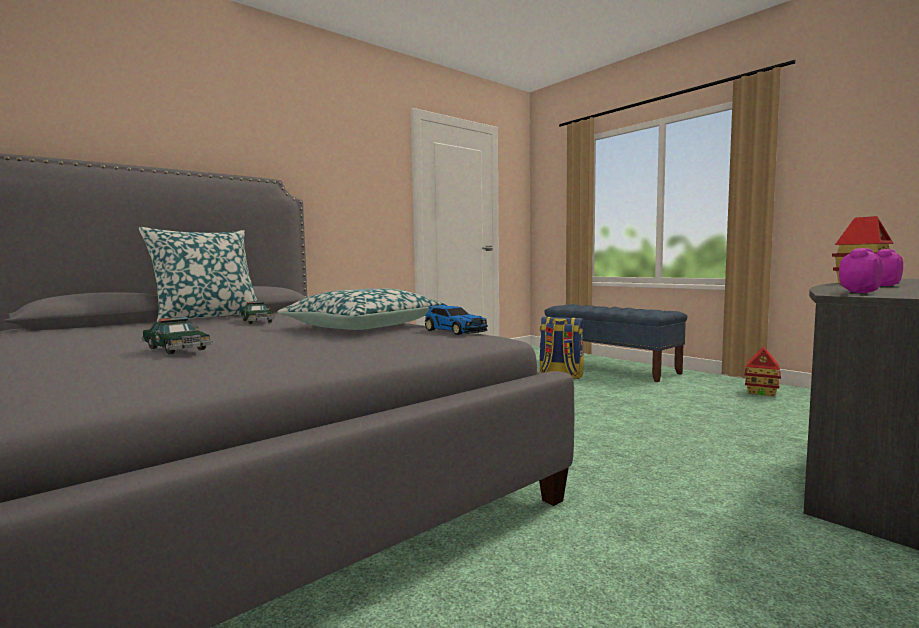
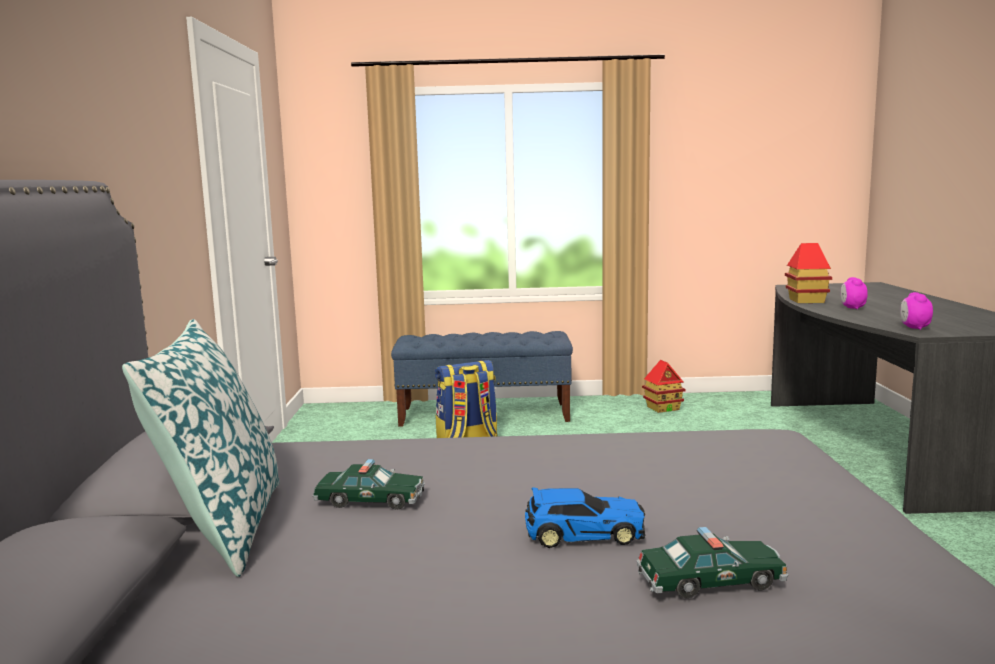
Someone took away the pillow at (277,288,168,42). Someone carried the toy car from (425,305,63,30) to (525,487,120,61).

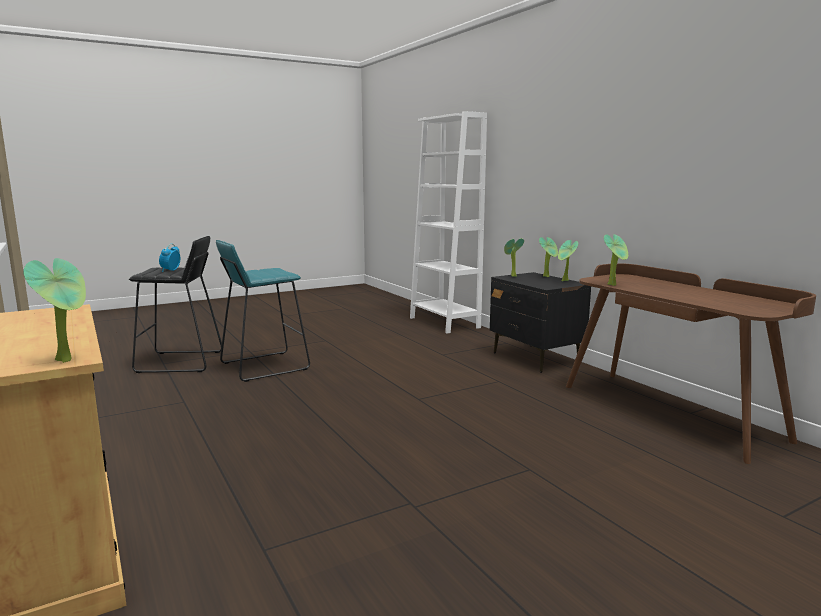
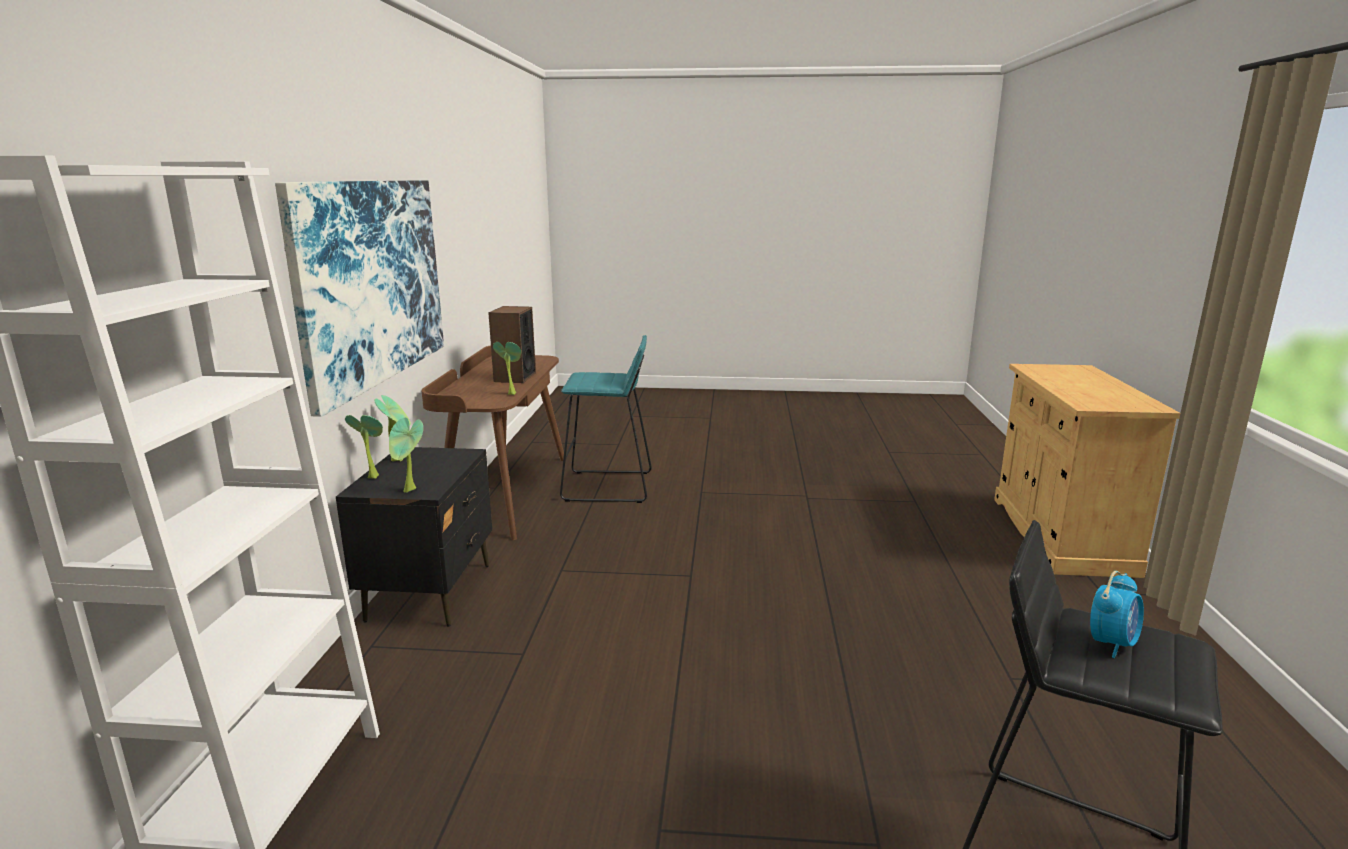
Someone carried the turquoise stool from (216,240,94,142) to (560,335,92,168). Someone took away the potted plant at (24,258,62,105). Someone put up the picture at (275,180,169,237). Someone put down the speaker at (488,306,48,77).

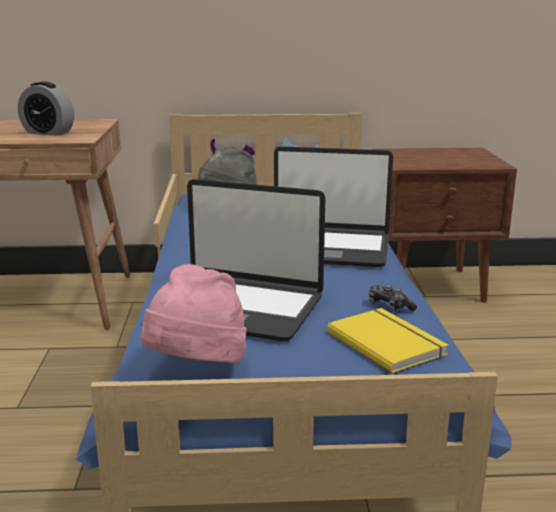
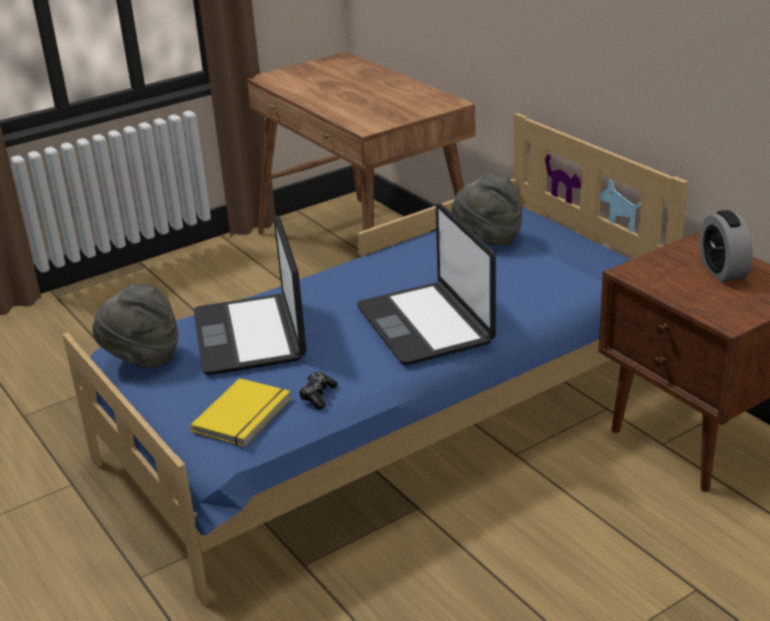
Someone carried the alarm clock from (18,81,56,55) to (699,210,54,72). Someone repainted the pink hat at (141,264,106,100), which became the grey hat at (93,284,86,84).

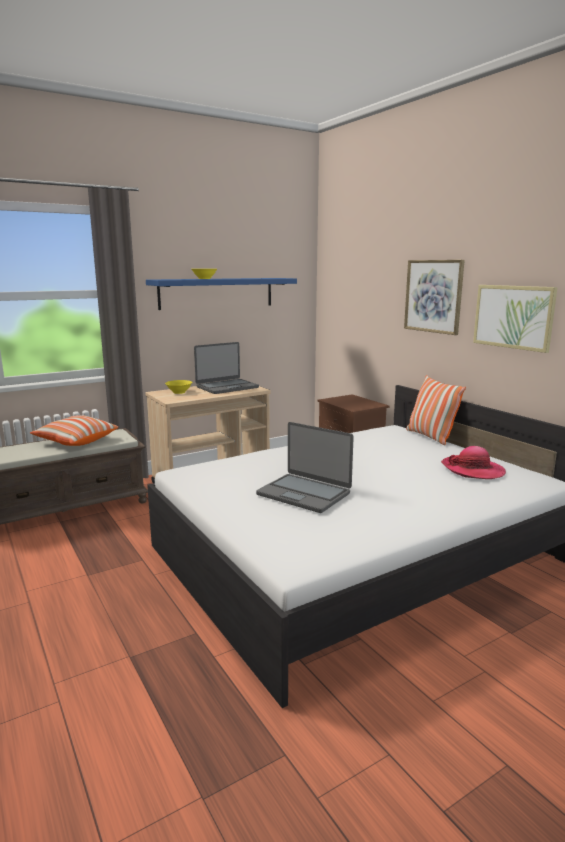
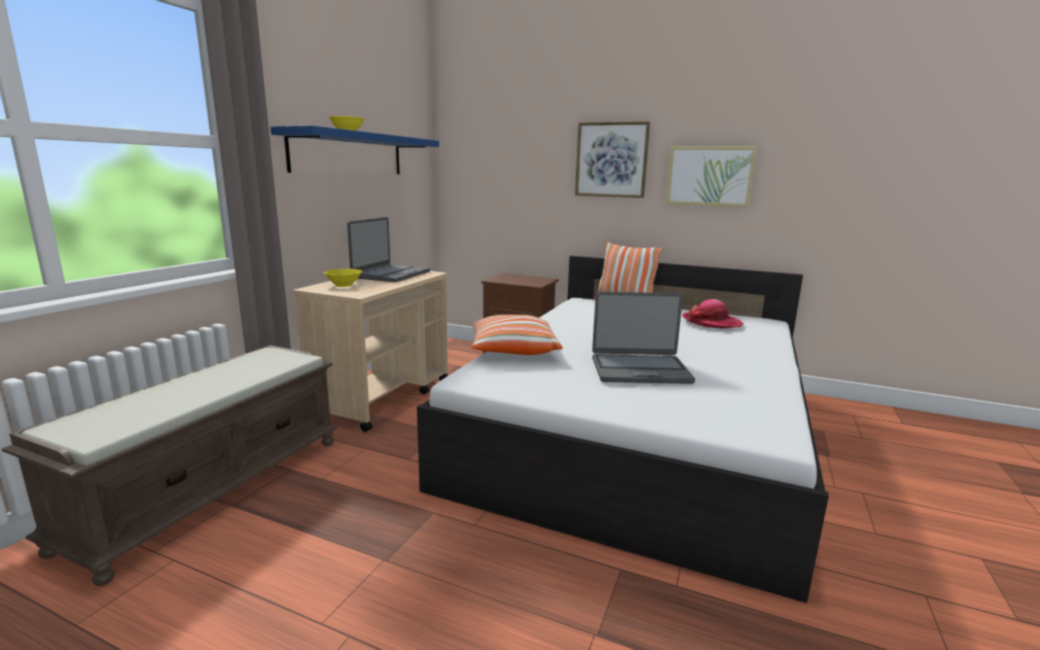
Someone carried the pillow from (30,415,88,31) to (471,315,92,40).

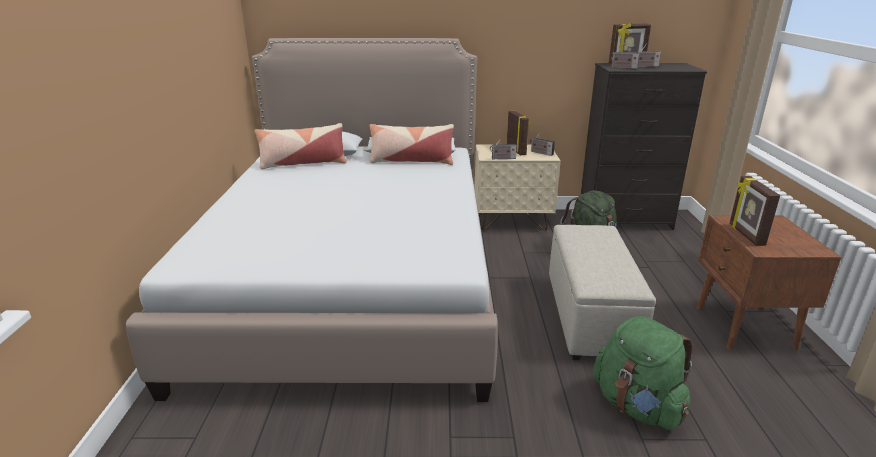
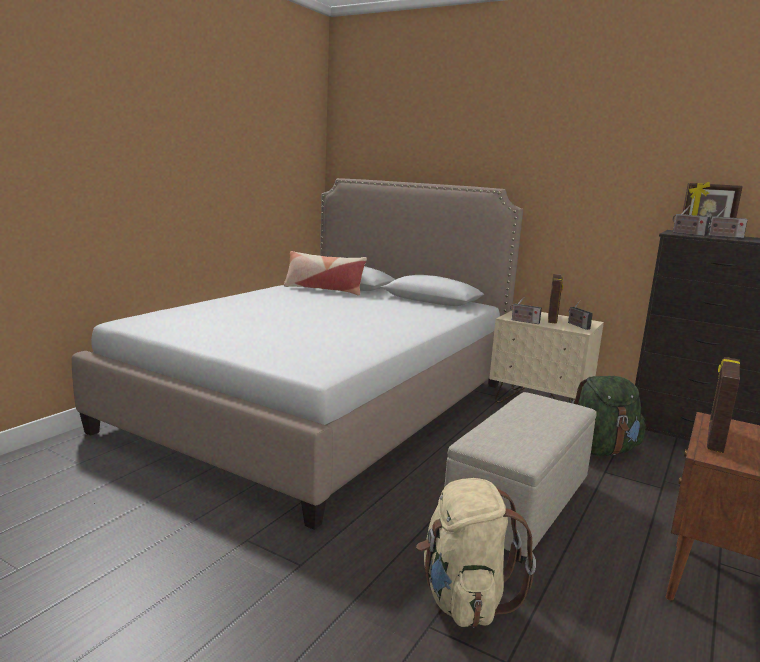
Someone took away the pillow at (369,124,85,41). Someone repainted the green backpack at (593,316,99,114), which became the beige backpack at (416,478,120,149).

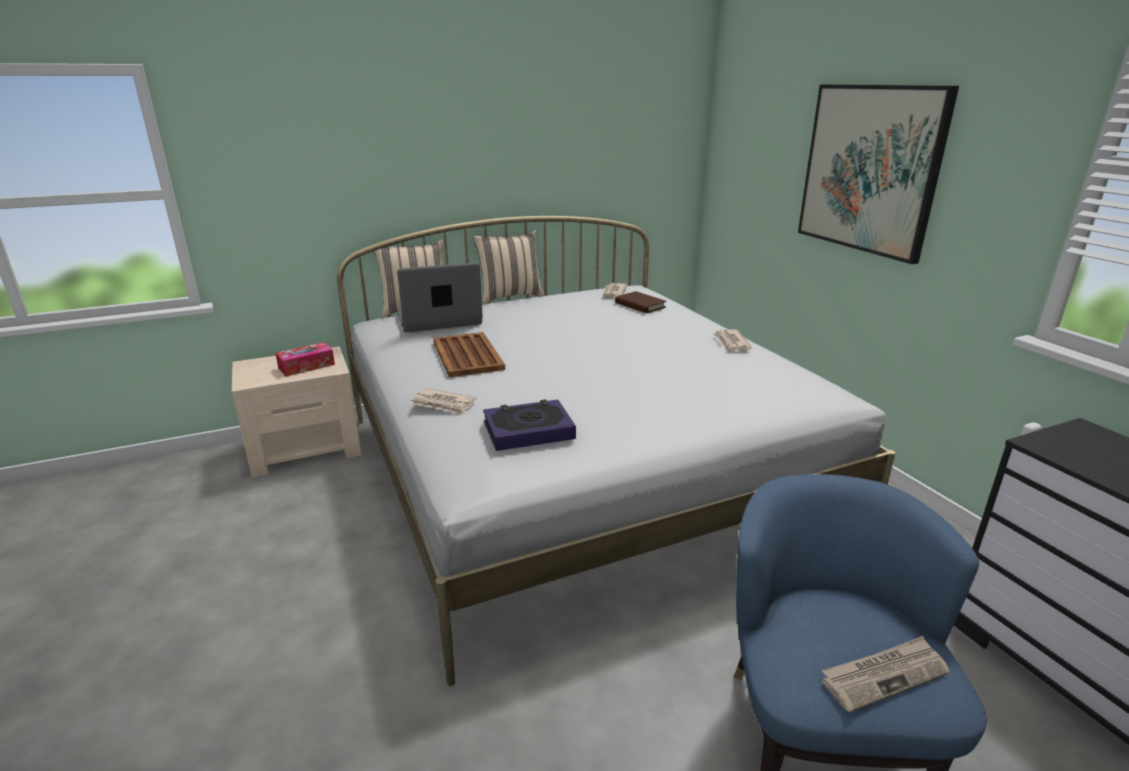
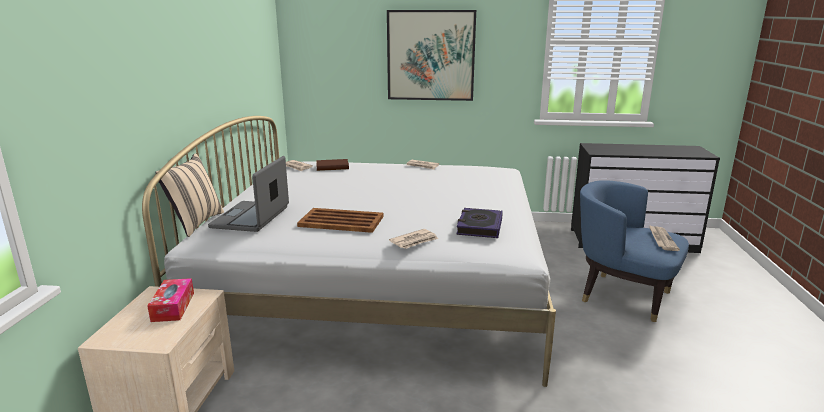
Someone took away the beige pillow at (473,230,72,74).

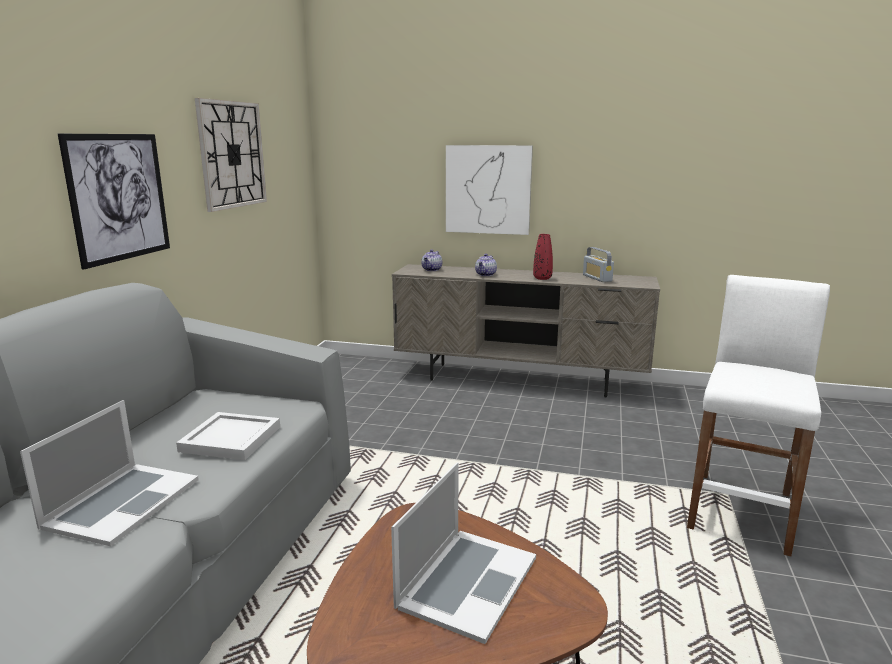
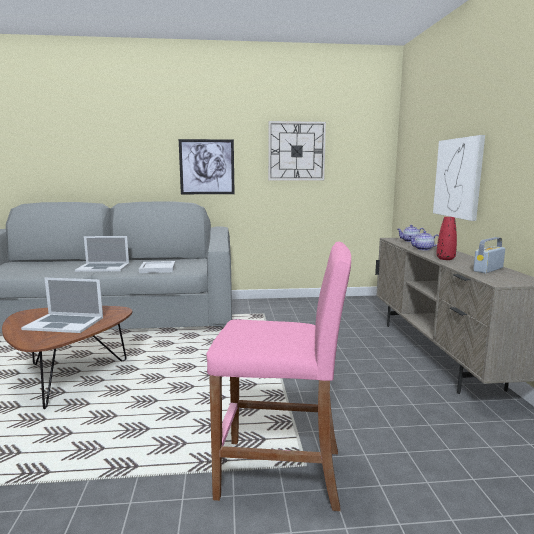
Someone repainted the white stool at (687,275,143,282), which became the pink stool at (207,242,144,269).

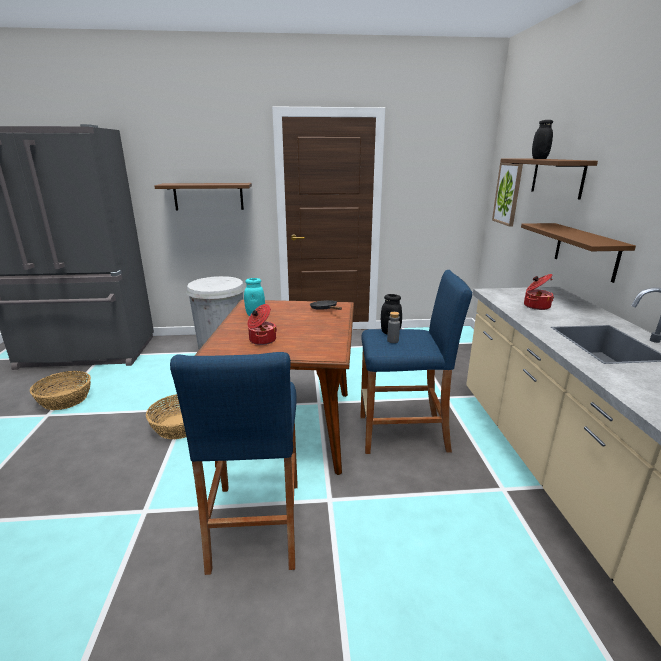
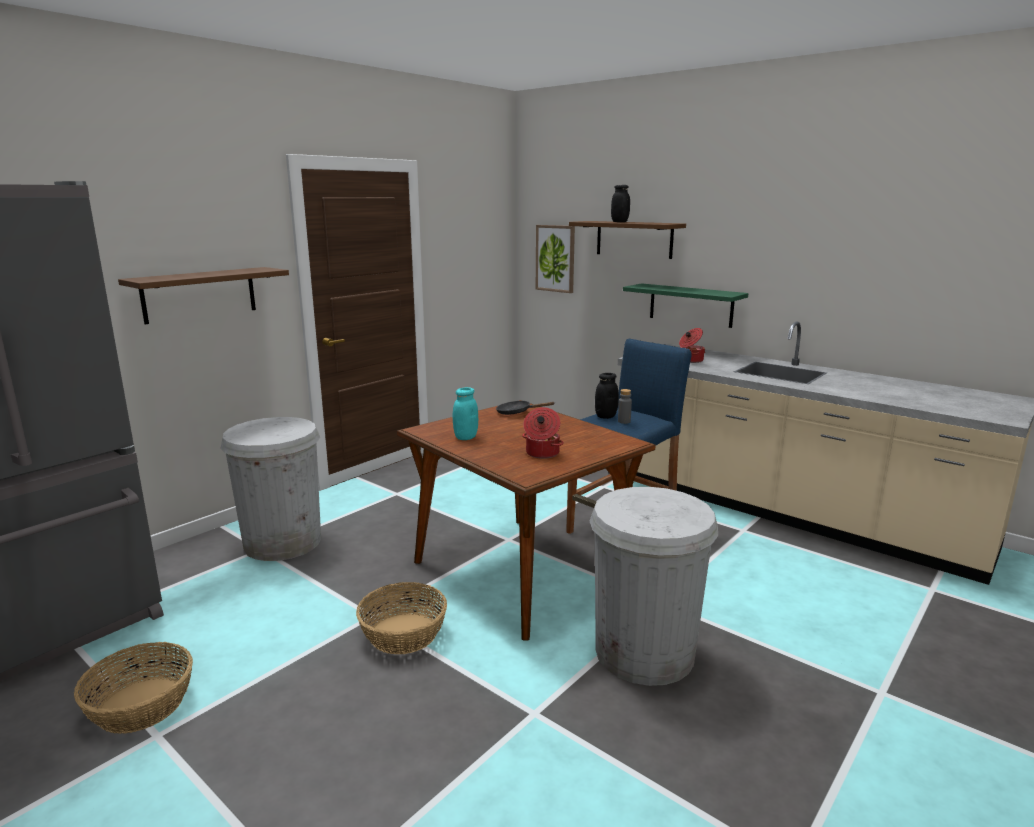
Someone repainted the brown shelf at (521,223,115,60), which became the green shelf at (623,284,126,44). Someone swapped the blue stool at (170,352,128,223) for the white trash can at (590,487,128,199).

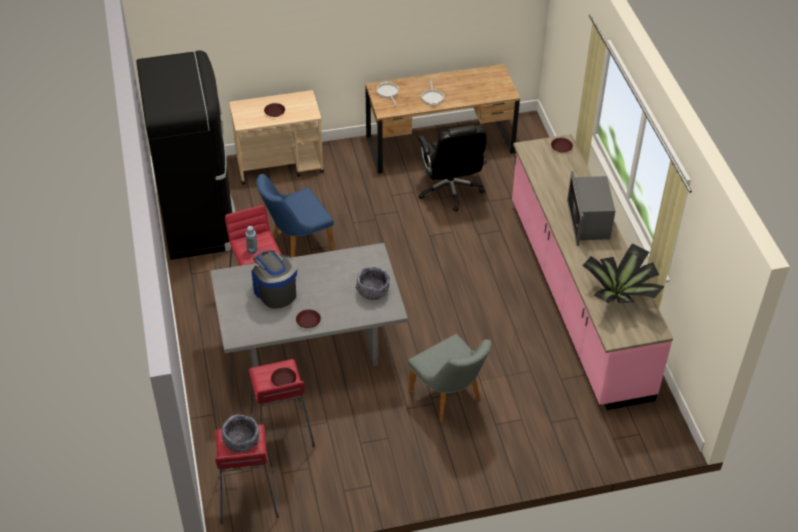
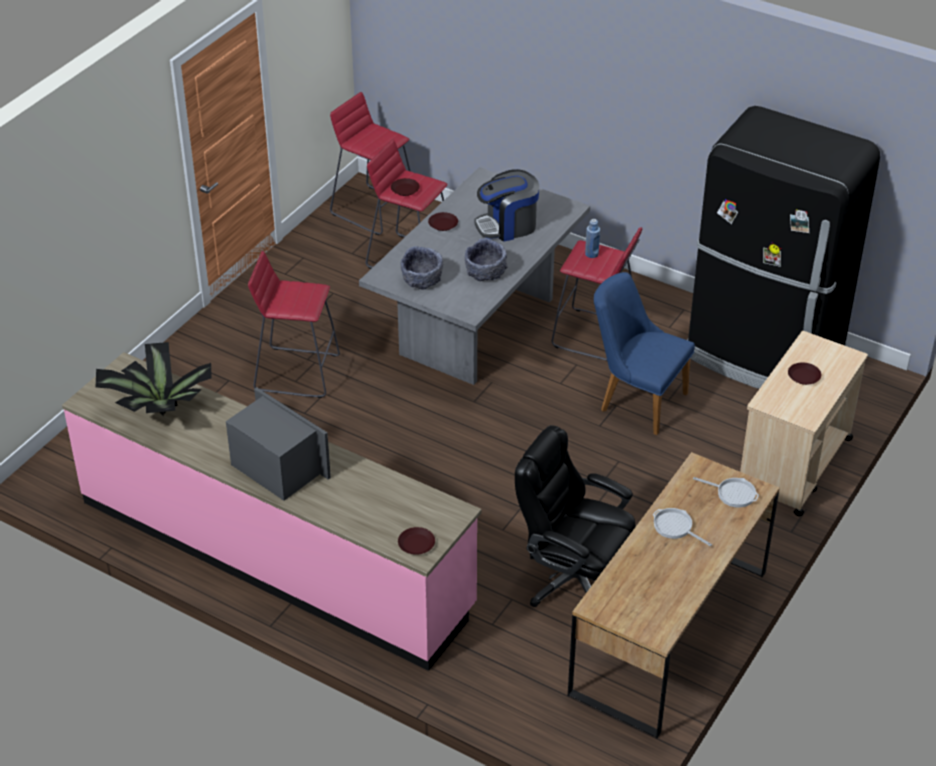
Someone rotated the blue chair at (256,174,78,84) by 75 degrees counterclockwise. Someone rotated the coffee machine at (252,250,45,58) by 150 degrees clockwise. Someone swapped the grey chair at (408,334,83,88) for the red stool at (248,251,92,147). Someone carried the grey bowl from (222,414,37,39) to (465,238,43,43).

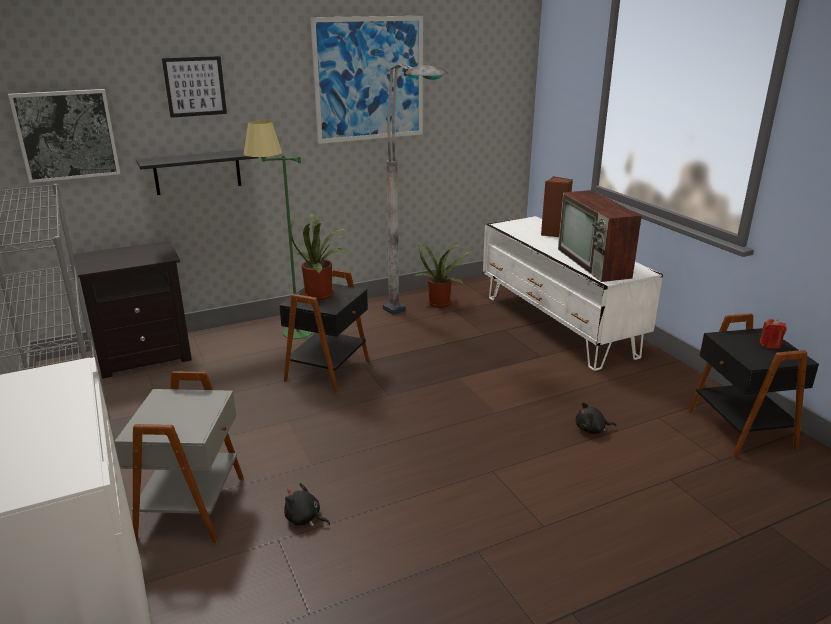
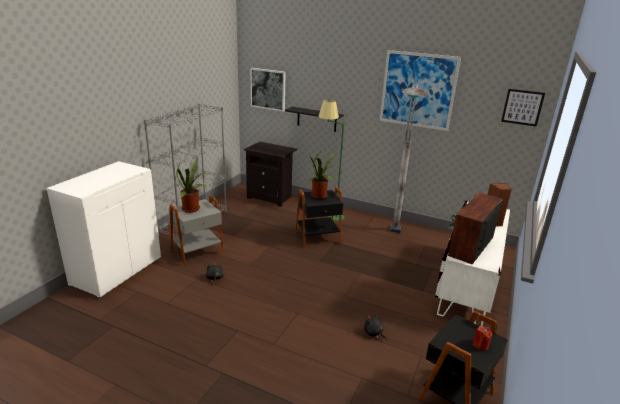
Someone carried the picture from (162,56,65,62) to (501,89,44,38). Someone carried the potted plant from (414,242,58,66) to (176,161,32,52).

